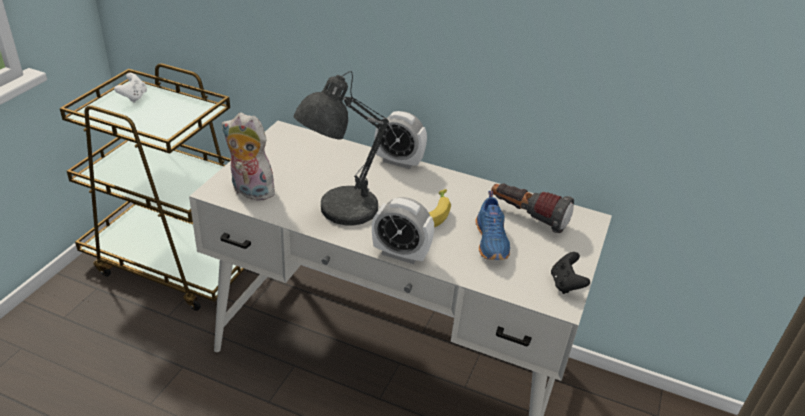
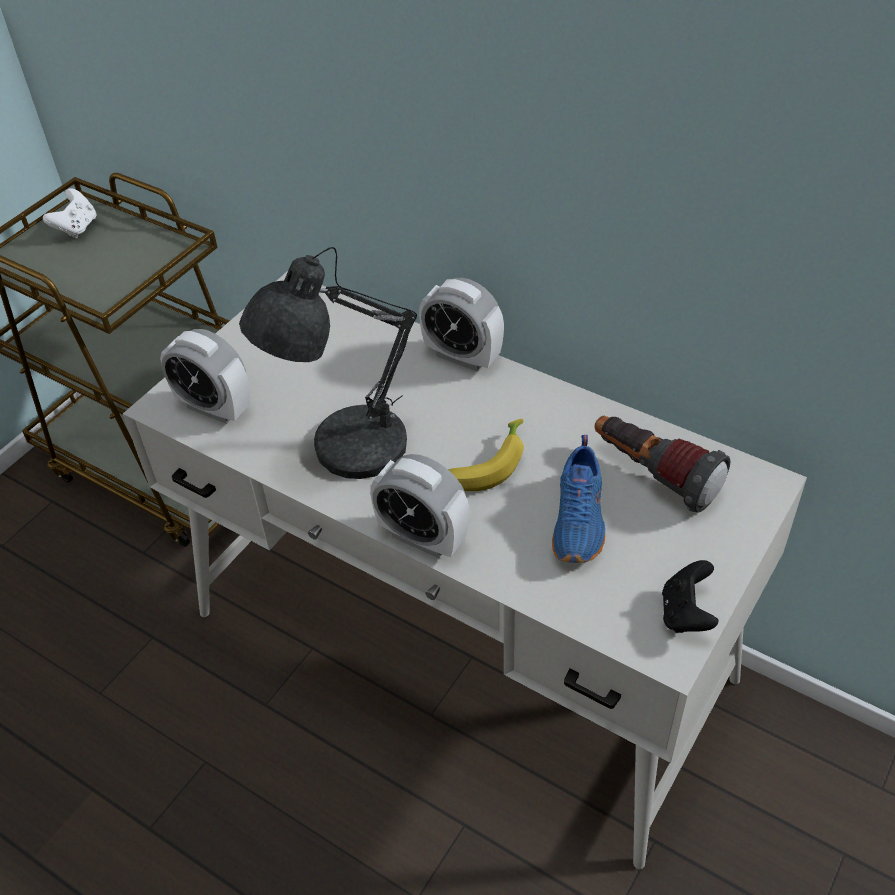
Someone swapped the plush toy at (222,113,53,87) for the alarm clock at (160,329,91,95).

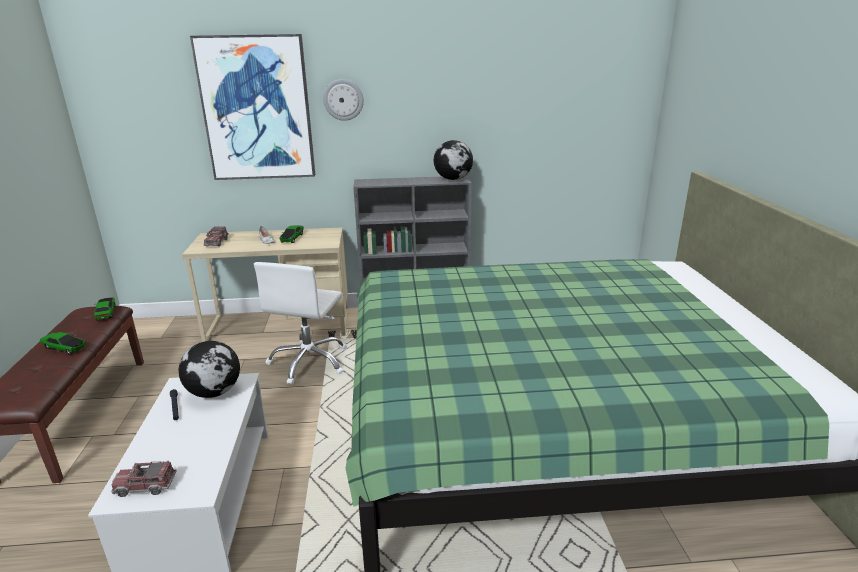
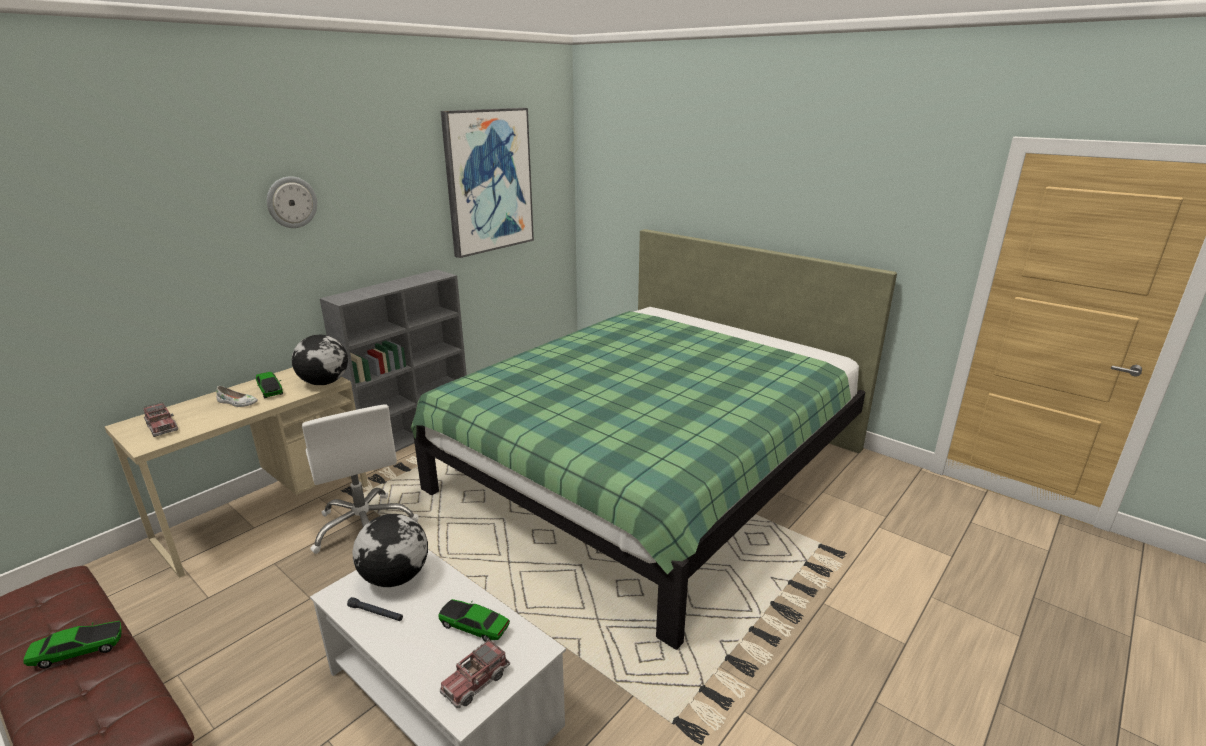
Someone carried the picture from (190,34,125,146) to (441,108,93,150). Someone carried the globe from (434,140,39,40) to (292,335,56,50). Someone carried the toy car from (94,298,22,22) to (439,599,71,43).

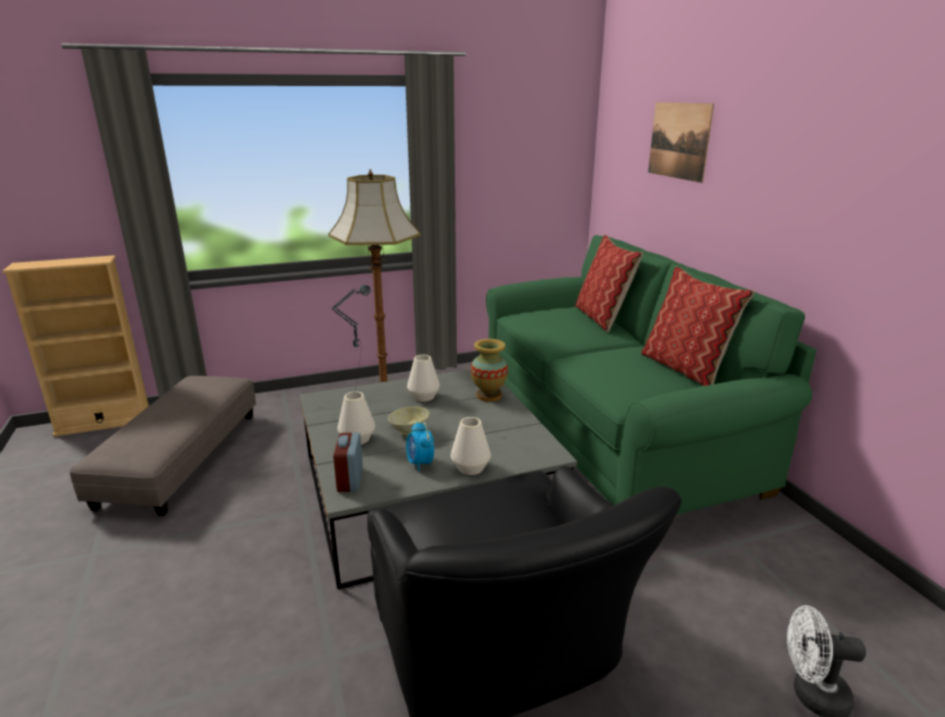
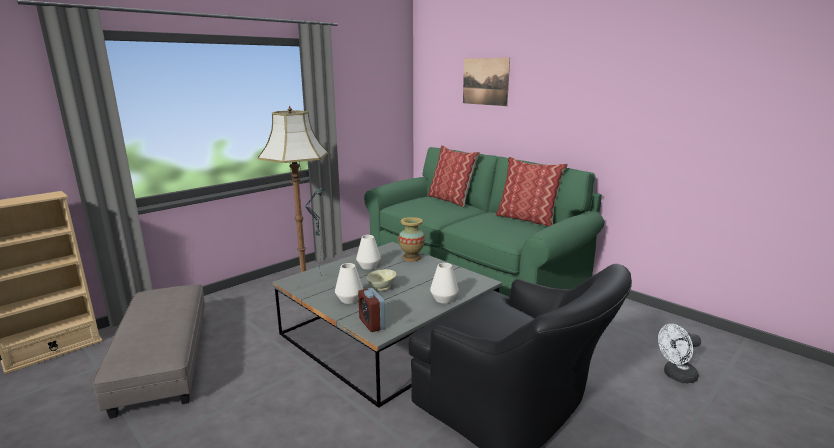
Someone took away the alarm clock at (406,422,28,50).

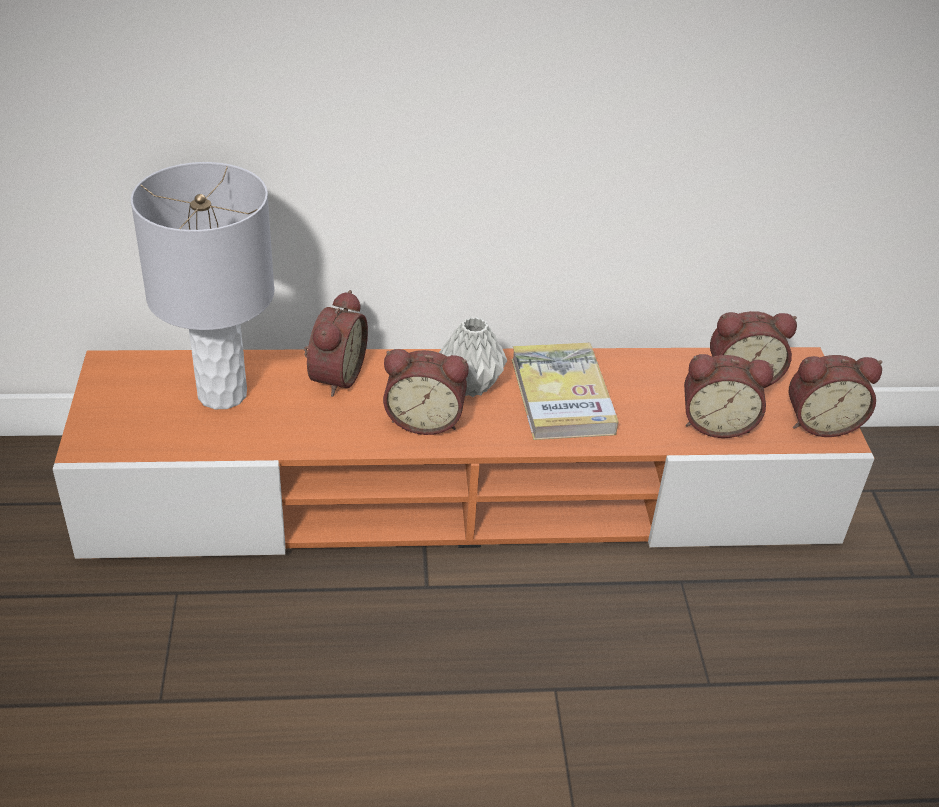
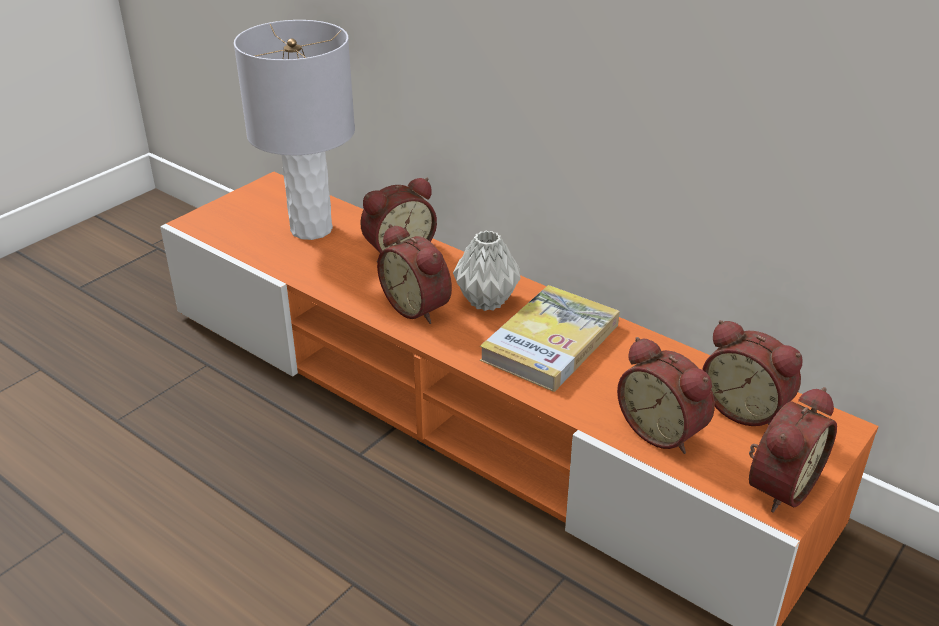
Someone rotated the alarm clock at (789,355,93,82) by 90 degrees counterclockwise.

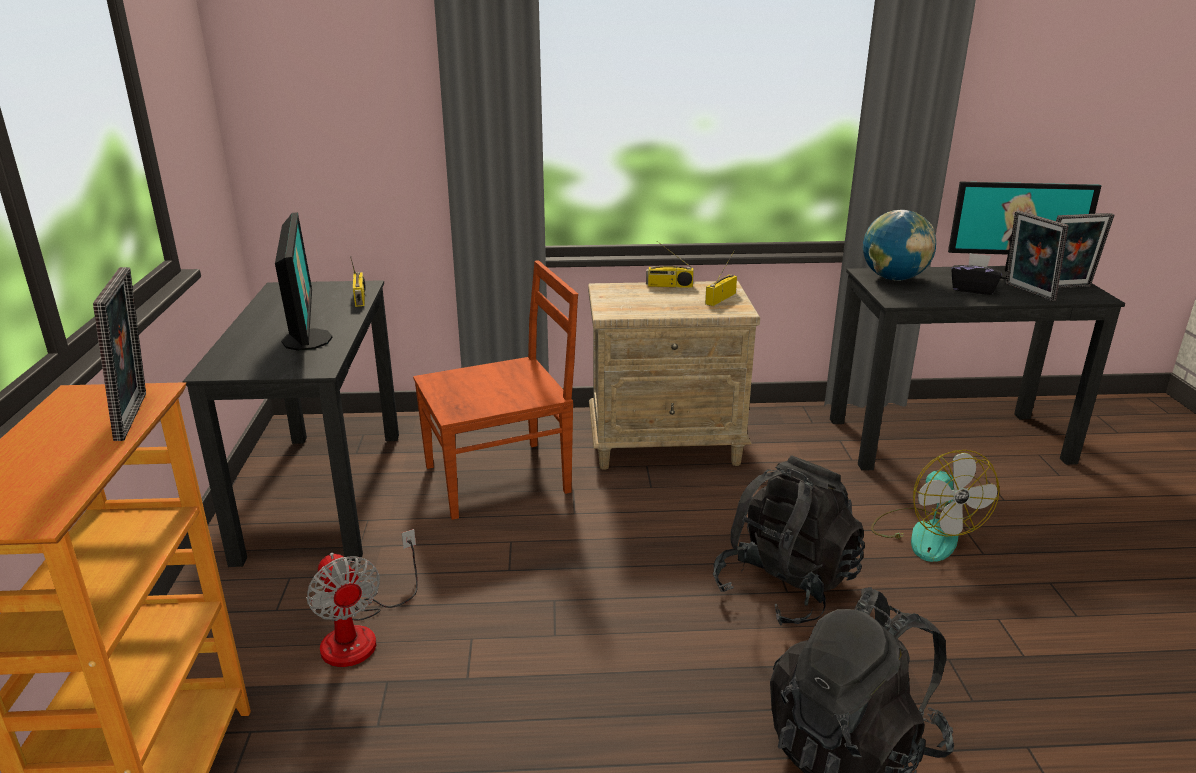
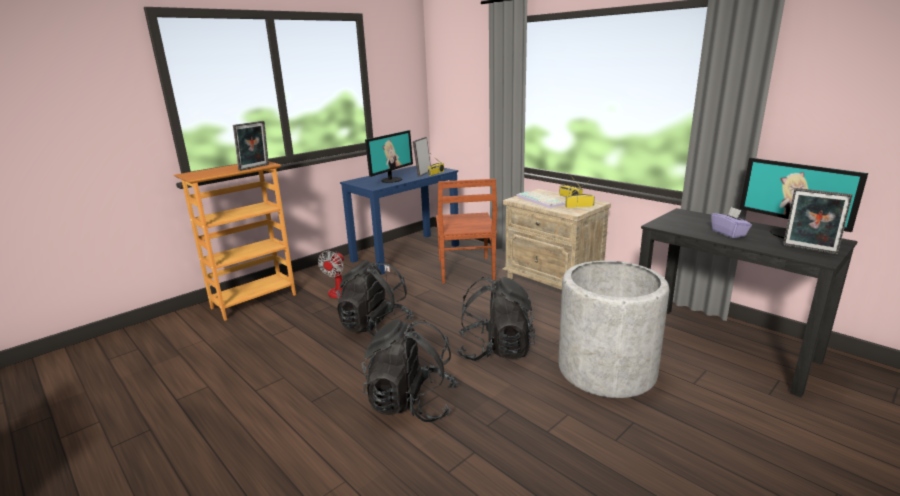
Someone took away the globe at (863,210,73,71). Someone carried the picture frame from (1005,211,63,91) to (413,137,18,40). Someone repainted the black tissue box at (951,253,51,42), which became the purple tissue box at (711,207,41,31). Someone rotated the brown chair at (413,260,165,260) by 60 degrees clockwise. Someone repainted the black desk at (183,280,216,287), which became the blue desk at (340,166,119,109). Someone swapped the fan at (871,450,129,112) for the grey planter at (558,260,111,138). Someone put down the keyboard at (516,191,49,17). Someone put down the black backpack at (337,260,77,76).

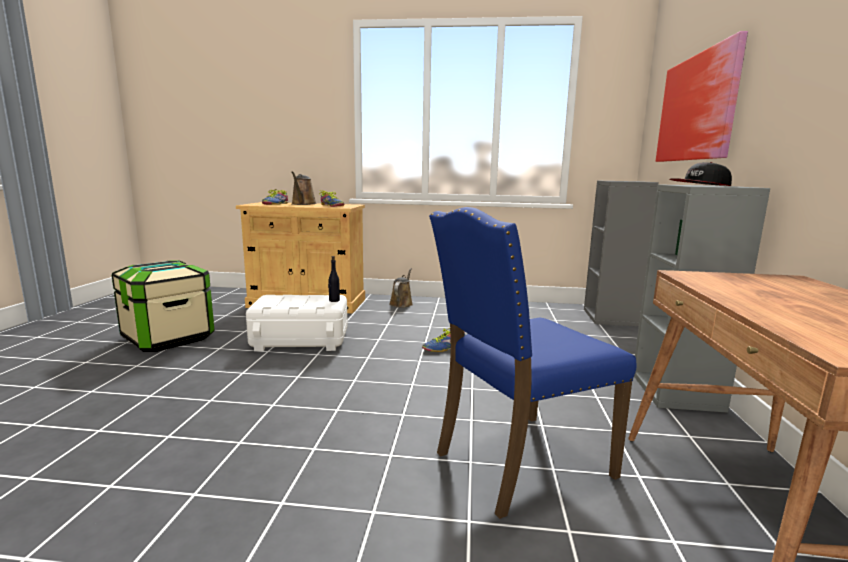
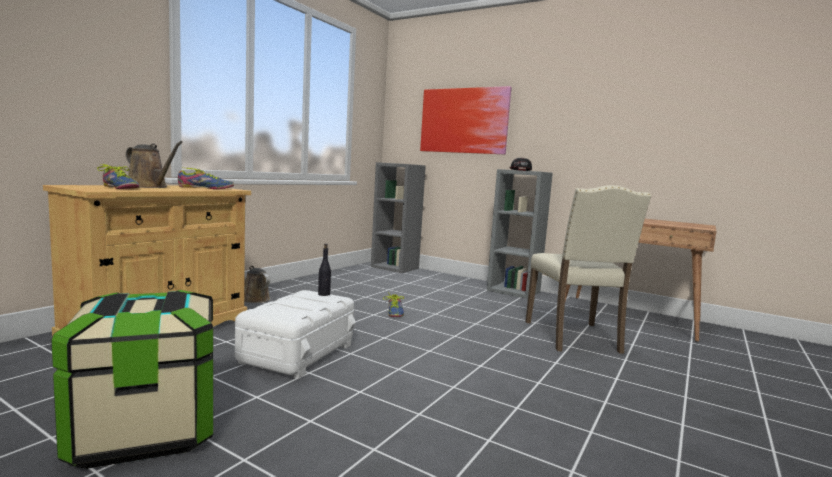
Someone repainted the blue chair at (429,207,208,312), which became the beige chair at (526,185,125,169).

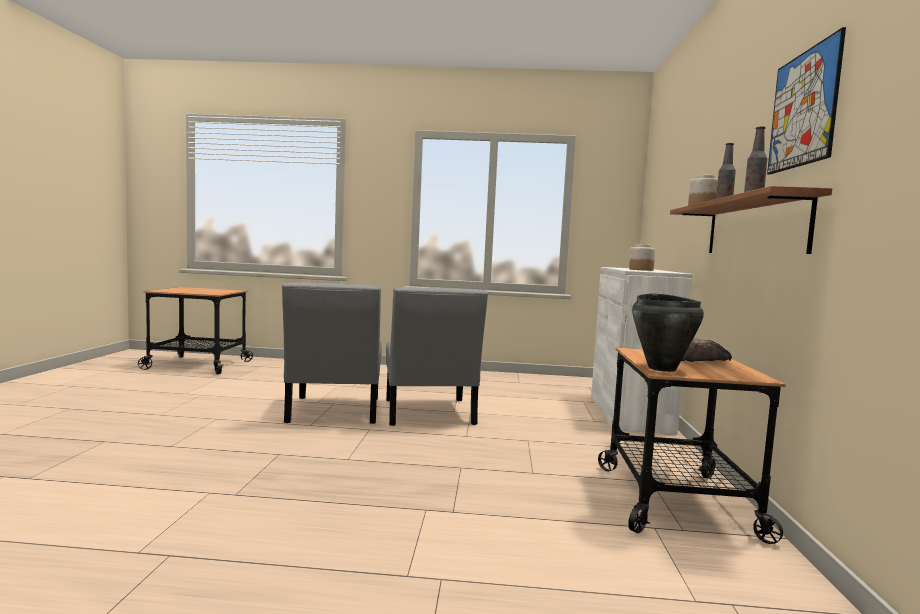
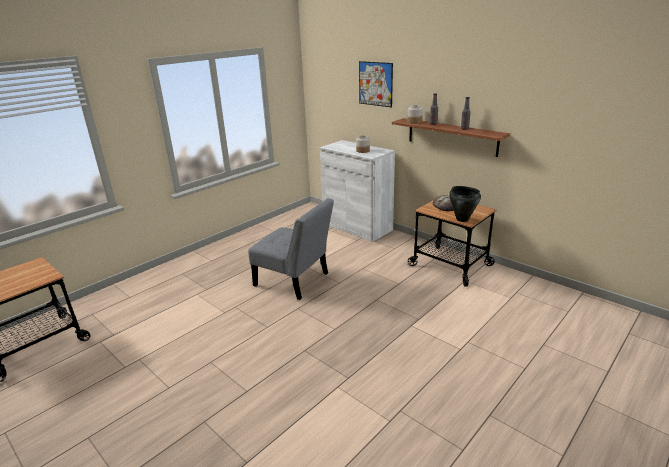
Someone carried the picture from (767,27,79,148) to (359,61,34,46). Someone took away the grey chair at (282,282,100,142).

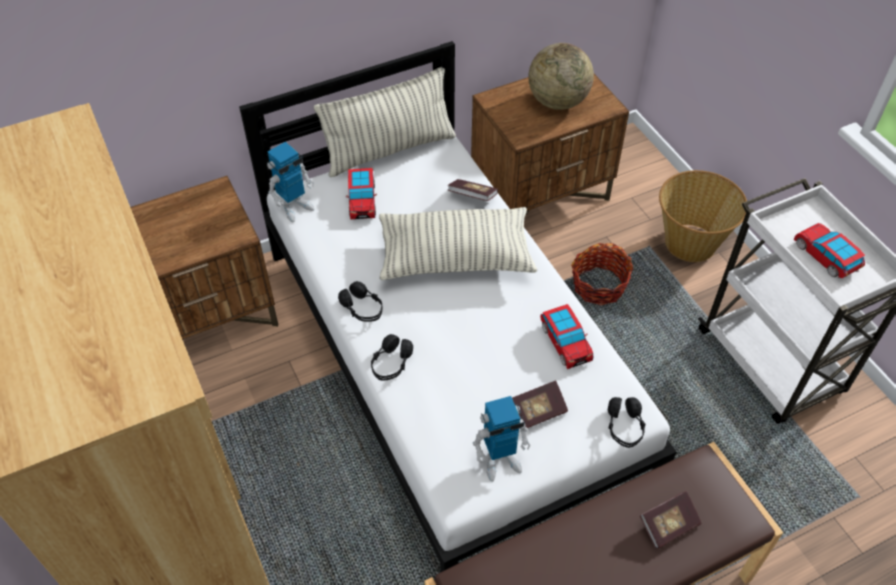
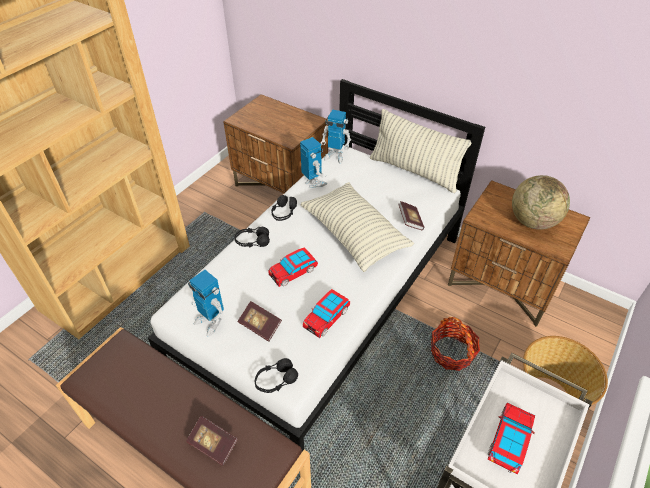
Someone carried the toy car from (346,168,31,51) to (268,247,50,40). Someone put down the toy robot at (300,137,27,51).

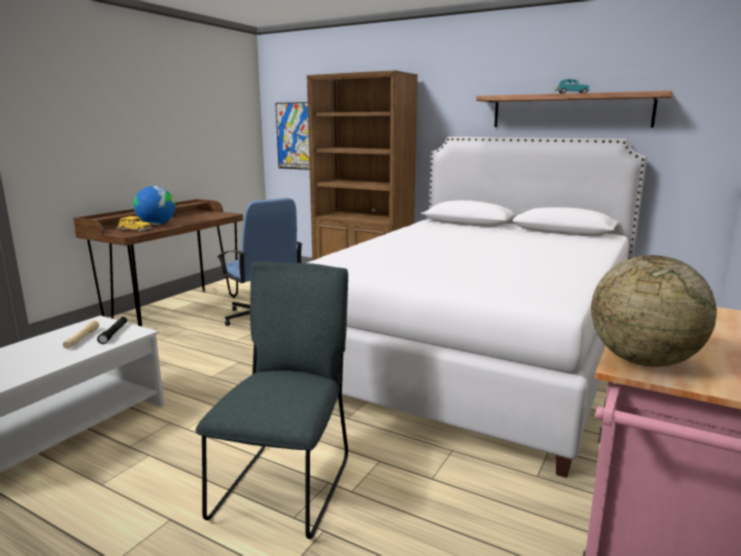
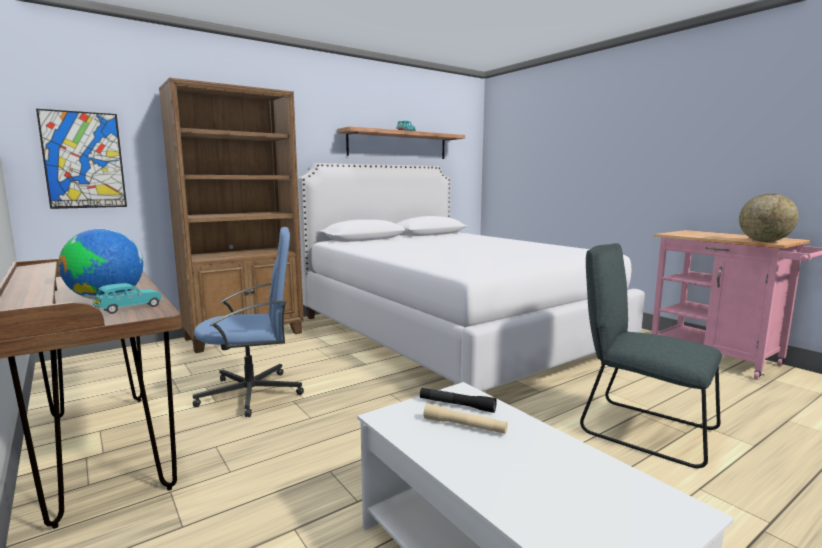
Someone repainted the yellow toy car at (117,216,34,16), which became the turquoise toy car at (90,283,73,31).

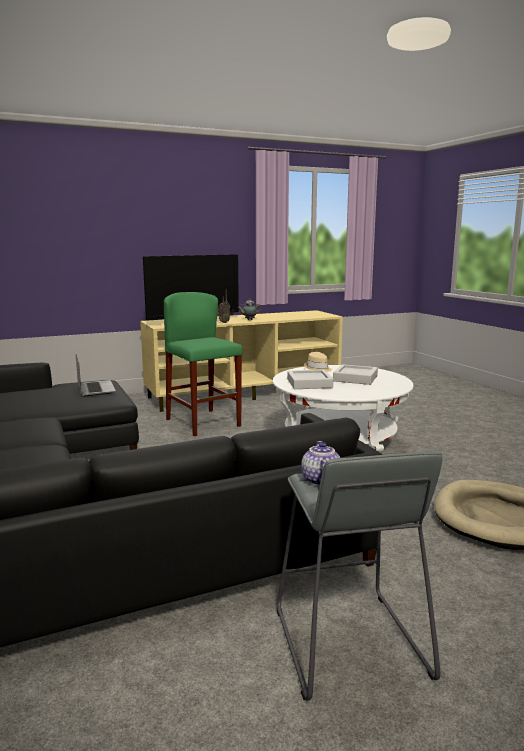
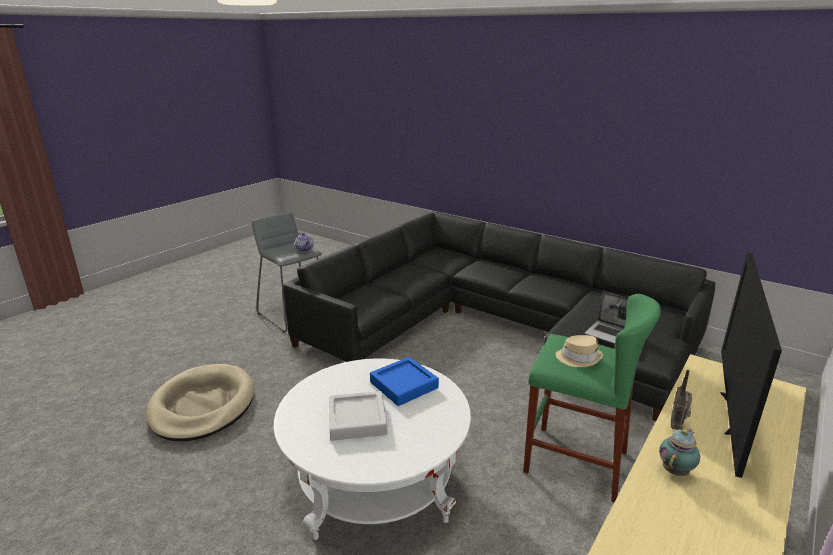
Someone carried the beige hat from (304,352,28,20) to (555,335,48,32). Someone repainted the grey tray at (287,370,46,19), which became the blue tray at (370,357,69,49).

